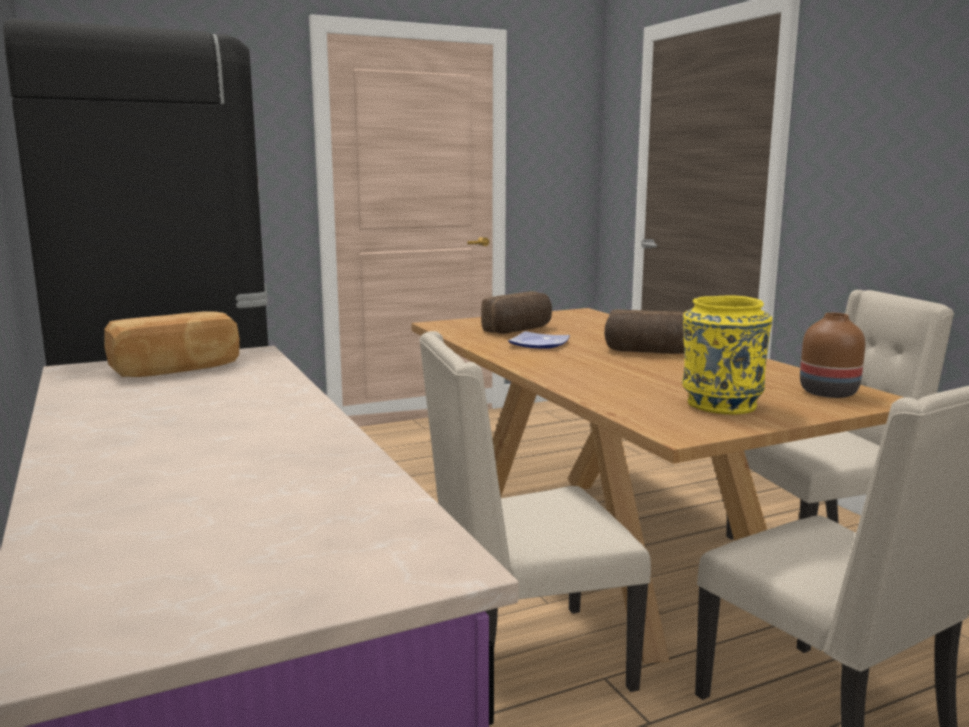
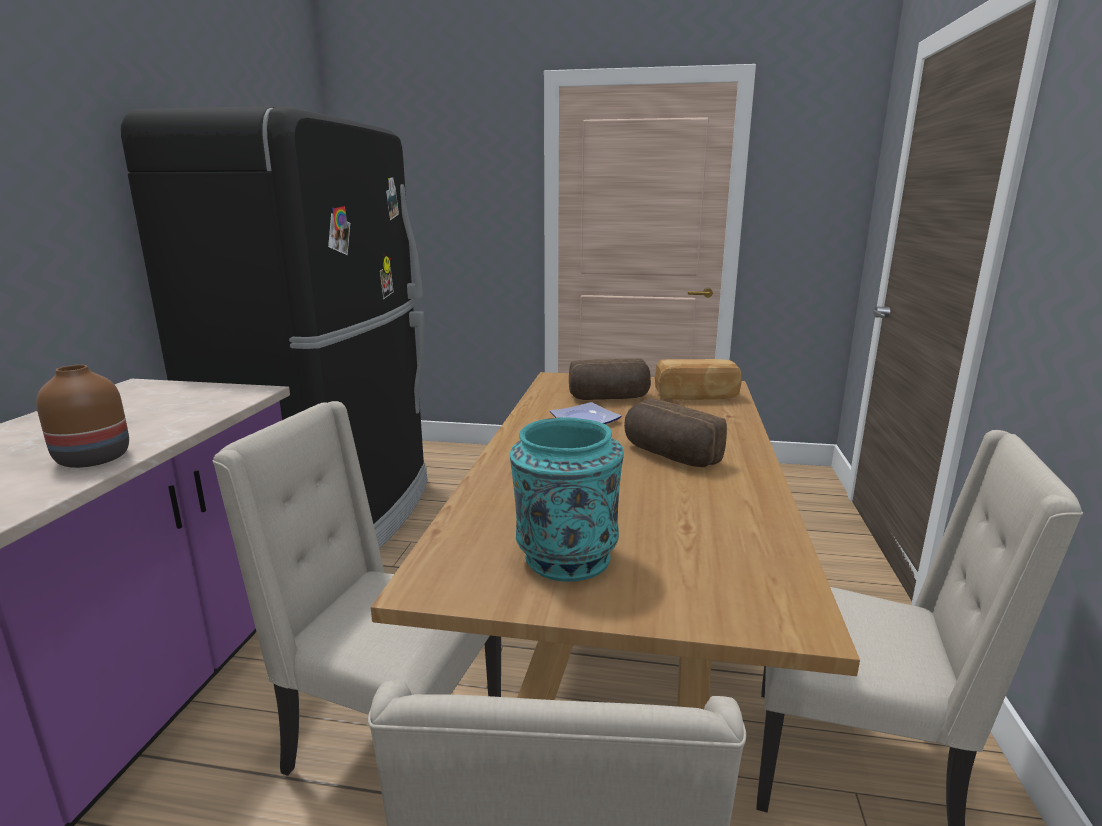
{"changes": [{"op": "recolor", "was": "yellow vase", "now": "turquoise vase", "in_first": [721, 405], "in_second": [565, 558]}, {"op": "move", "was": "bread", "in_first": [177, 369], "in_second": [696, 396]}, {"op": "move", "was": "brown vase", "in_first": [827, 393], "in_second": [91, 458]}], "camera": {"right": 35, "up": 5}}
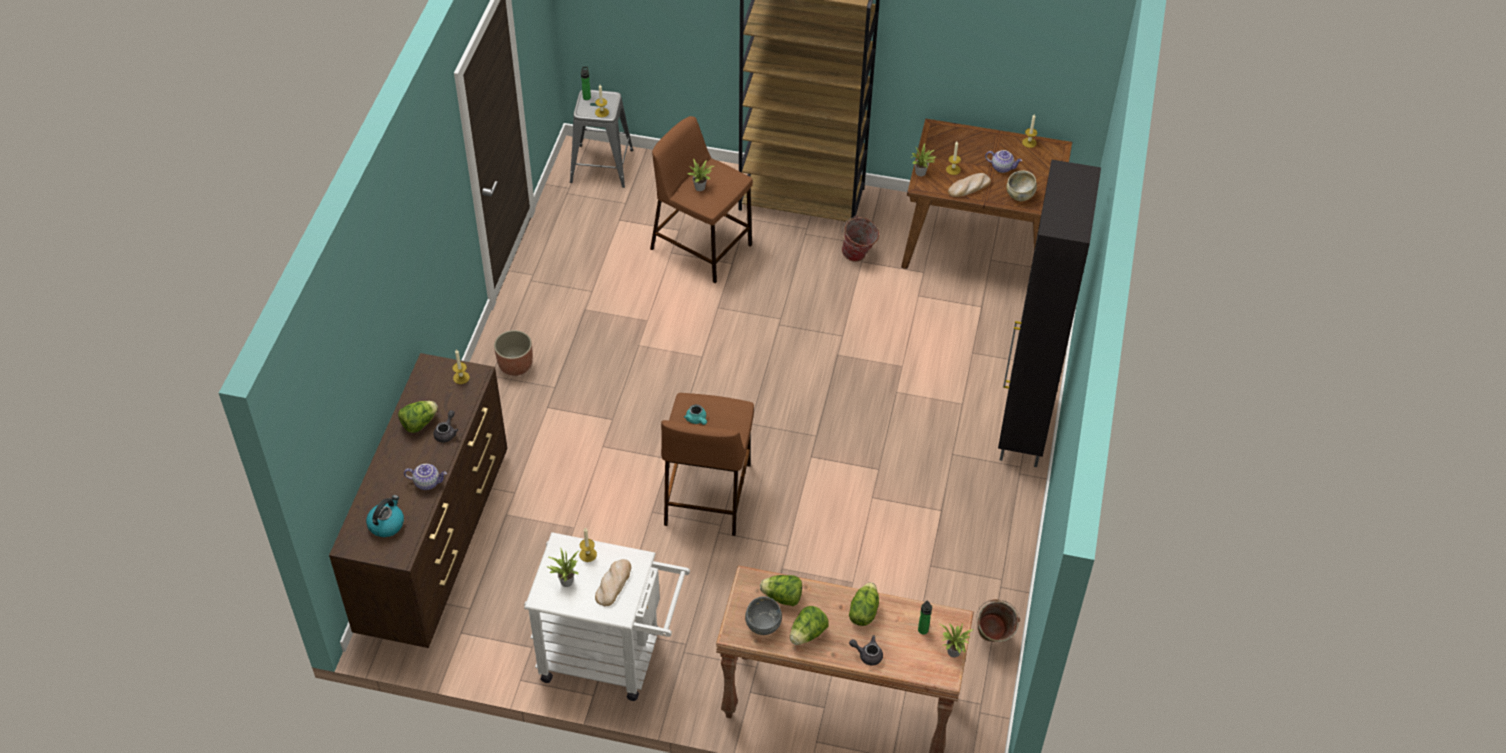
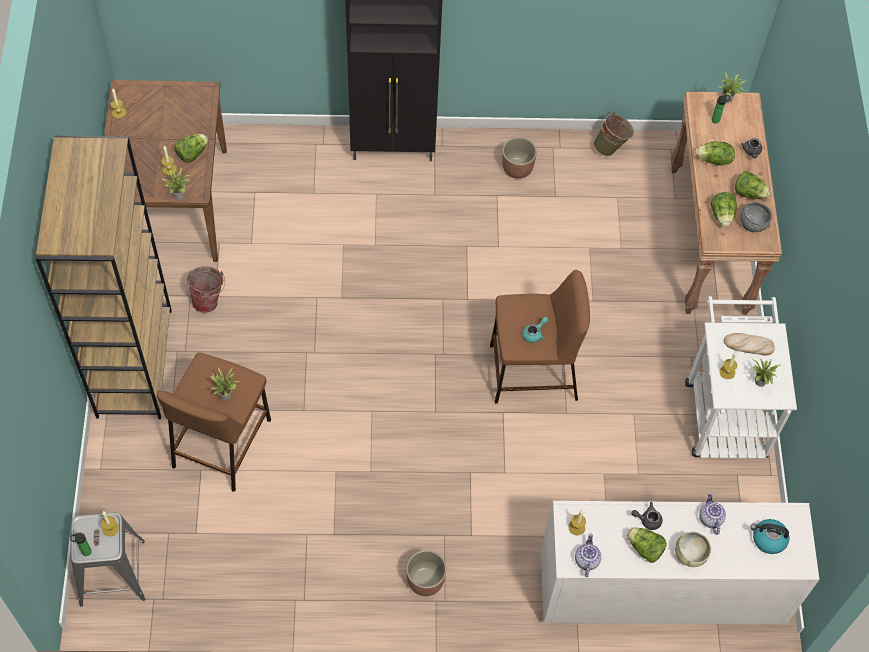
{"changes": [{"op": "move", "was": "teapot", "in_first": [1002, 167], "in_second": [586, 560]}, {"op": "move", "was": "beige bowl", "in_first": [1020, 195], "in_second": [689, 554]}, {"op": "replace", "was": "bread", "now": "lettuce", "in_first": [969, 187], "in_second": [192, 153]}, {"op": "recolor", "was": "brown dresser", "now": "white dresser", "in_first": [435, 542], "in_second": [659, 590]}, {"op": "insert", "now": "planter", "in_second": [517, 168]}], "camera": {"right": -105, "up": 10}}
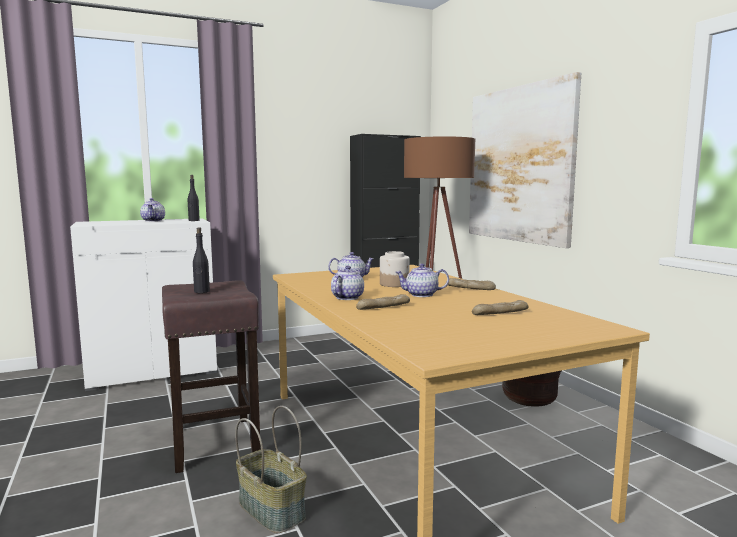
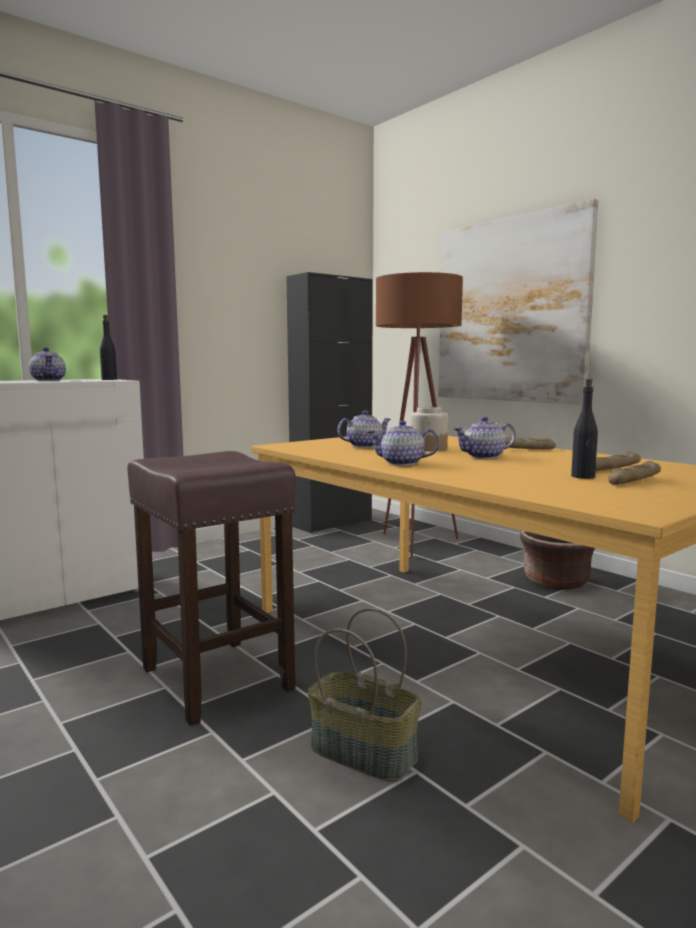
{"changes": [{"op": "move", "was": "black bottle", "in_first": [201, 291], "in_second": [583, 476]}, {"op": "rotate", "was": "teapot", "in_first": [347, 297], "in_second": [401, 463], "clockwise": -90}, {"op": "move", "was": "bread", "in_first": [383, 307], "in_second": [634, 481]}], "camera": {"right": -15, "up": 0}}
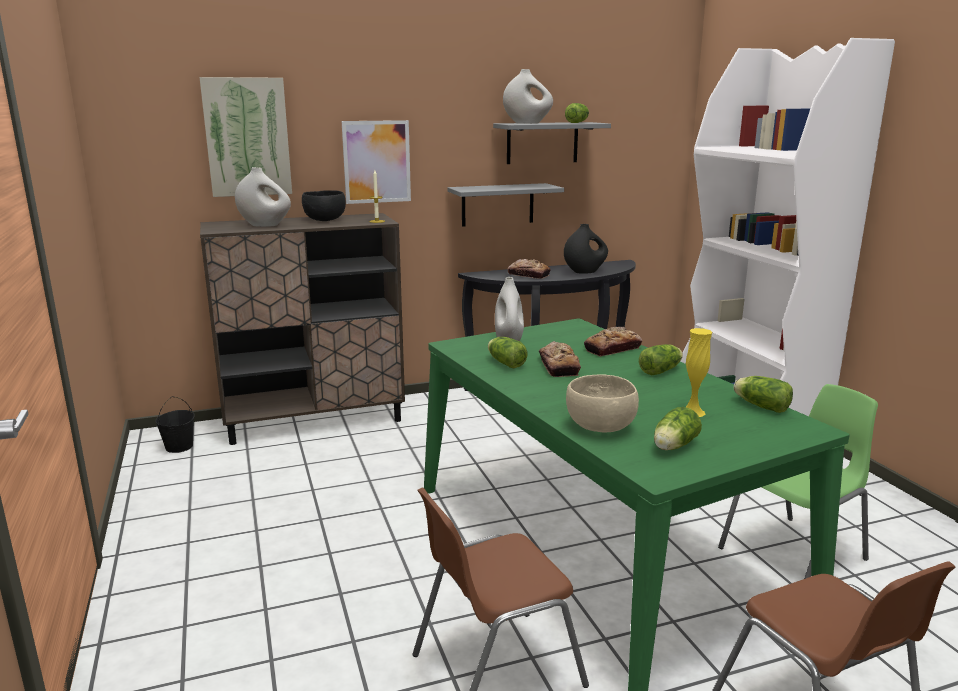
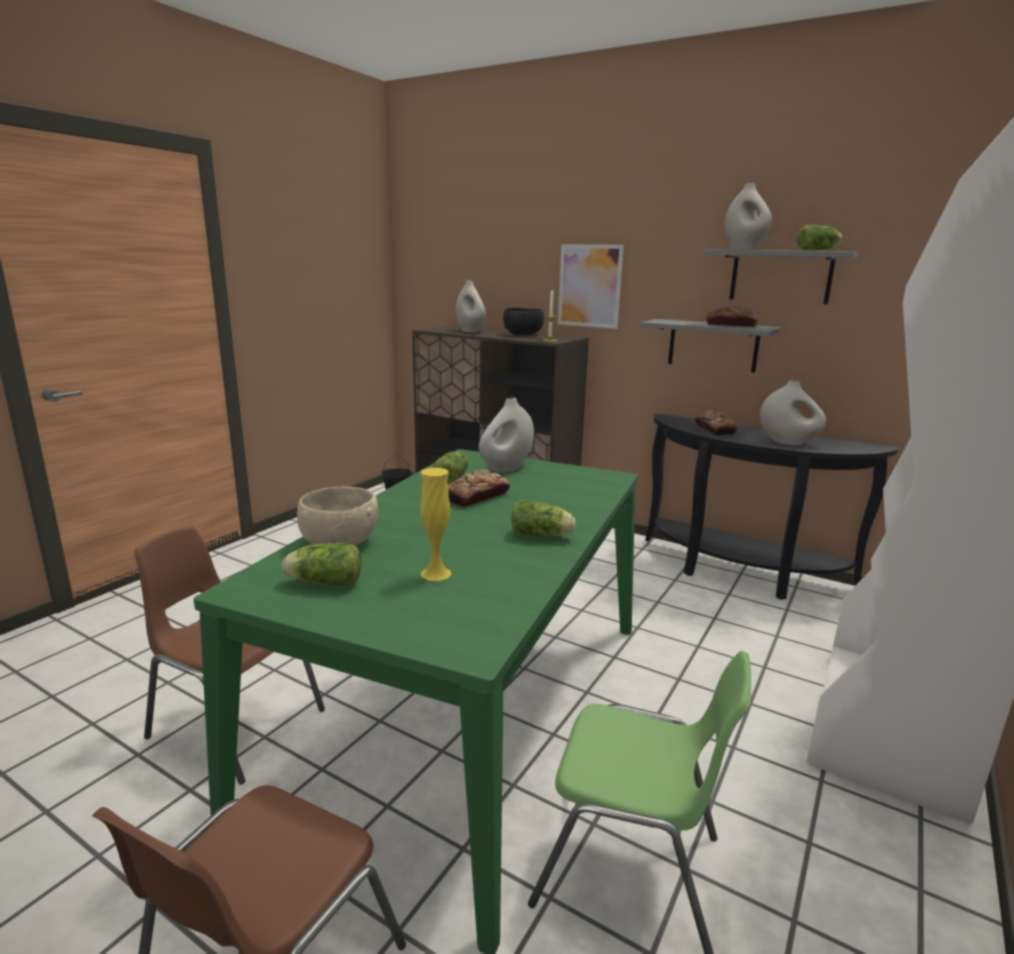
{"changes": [{"op": "delete", "was": "picture", "in_first": [247, 137]}, {"op": "recolor", "was": "black vase", "now": "white vase", "in_first": [585, 272], "in_second": [788, 442]}, {"op": "move", "was": "bread", "in_first": [612, 349], "in_second": [731, 325]}, {"op": "delete", "was": "lettuce", "in_first": [760, 406]}], "camera": {"right": 50, "up": 0}}
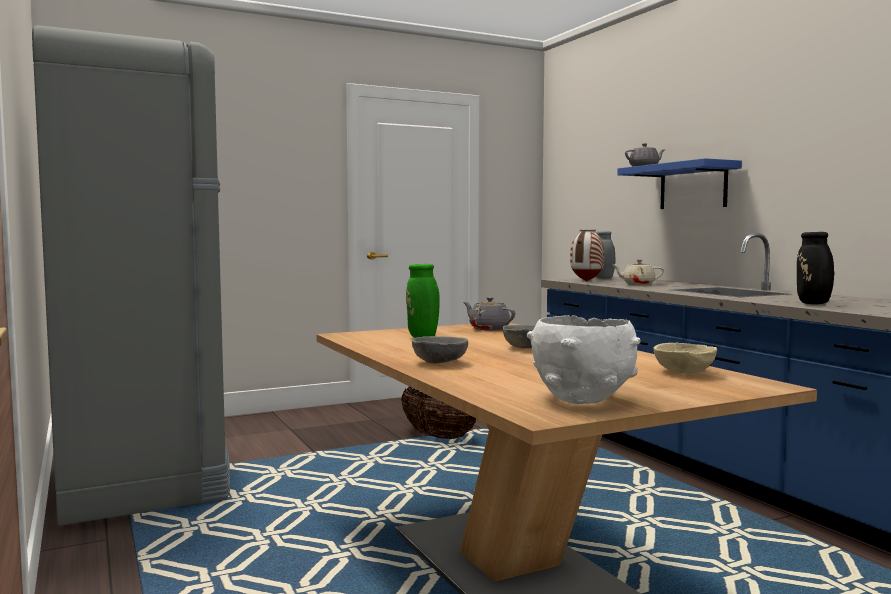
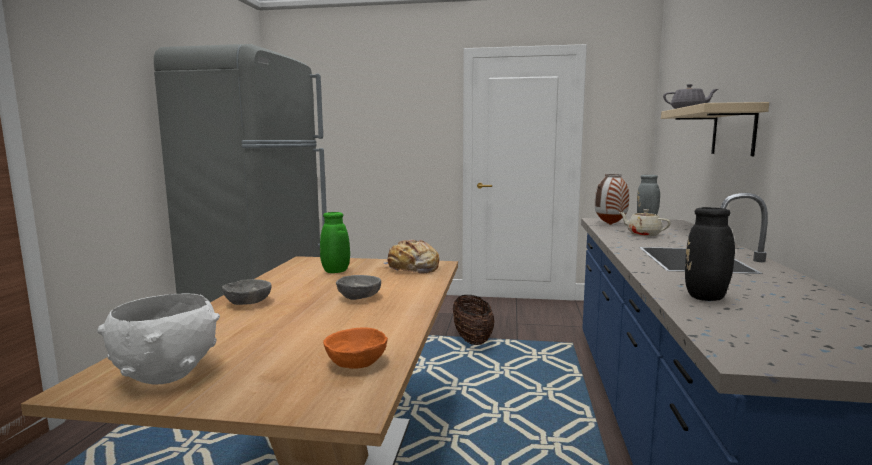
{"changes": [{"op": "recolor", "was": "blue shelf", "now": "beige shelf", "in_first": [693, 186], "in_second": [733, 131]}, {"op": "replace", "was": "grey teapot", "now": "bread", "in_first": [488, 329], "in_second": [412, 268]}, {"op": "recolor", "was": "beige bowl", "now": "orange bowl", "in_first": [684, 372], "in_second": [356, 363]}], "camera": {"right": 35, "up": 5}}
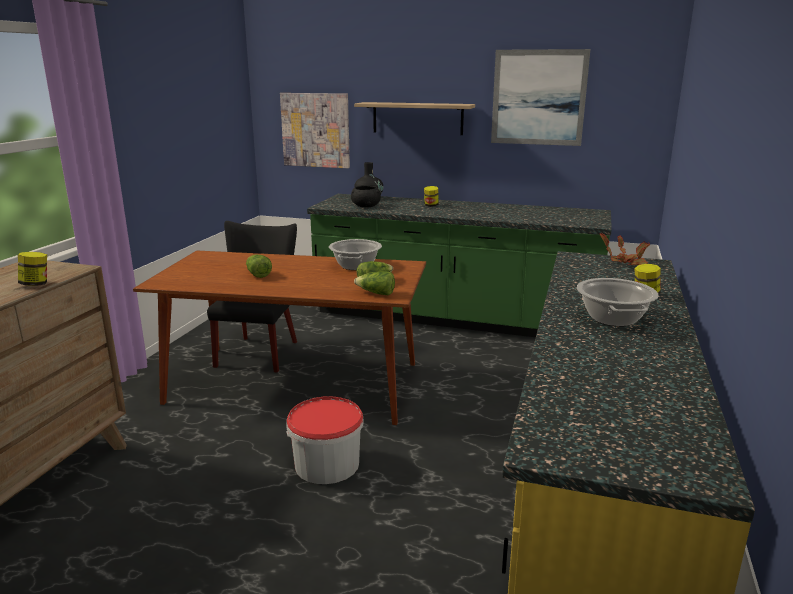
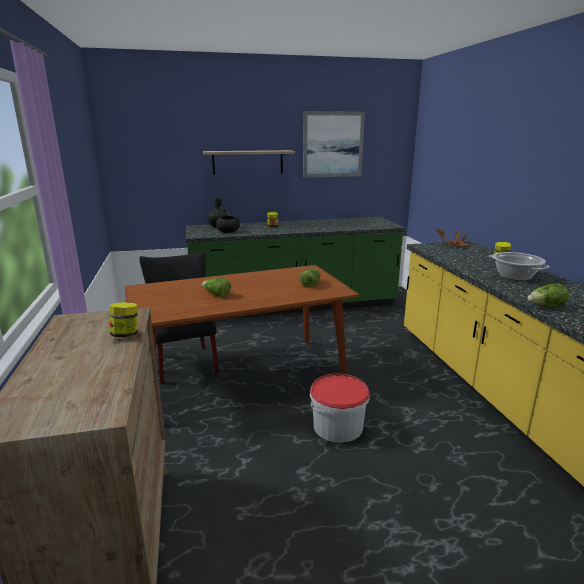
{"changes": [{"op": "delete", "was": "picture", "in_first": [315, 130]}, {"op": "delete", "was": "cooking pot", "in_first": [355, 266]}, {"op": "move", "was": "lettuce", "in_first": [376, 293], "in_second": [546, 306]}], "camera": {"right": -30, "up": 0}}
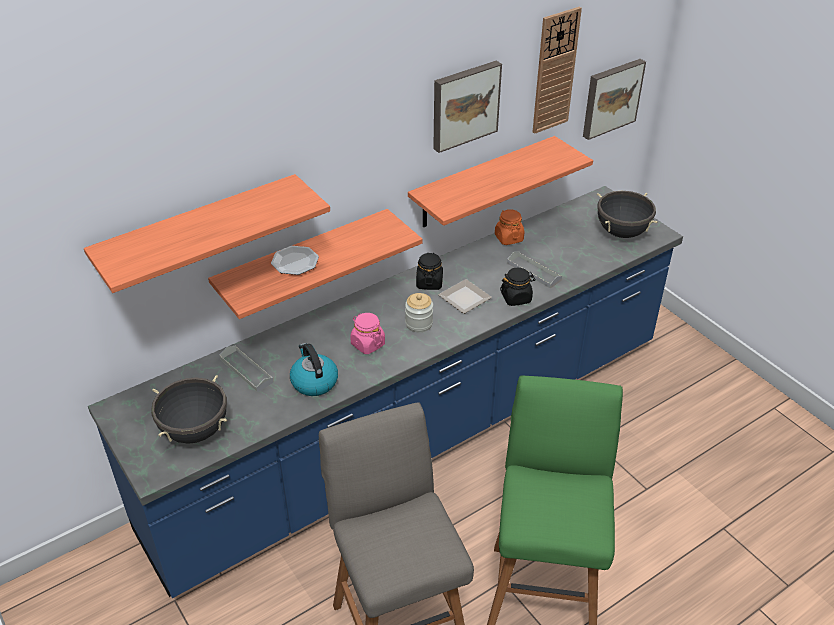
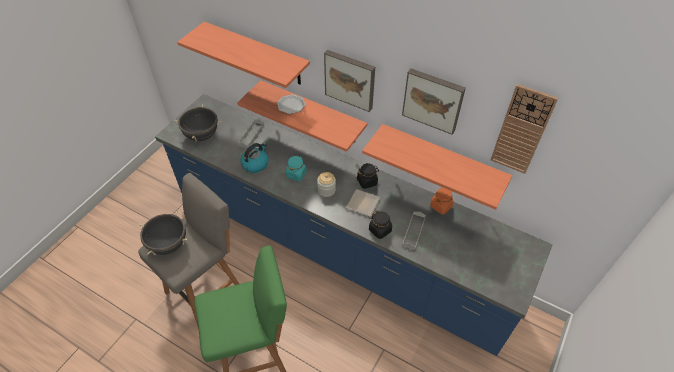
{"changes": [{"op": "move", "was": "picture", "in_first": [611, 97], "in_second": [350, 79]}, {"op": "move", "was": "black cooking pot", "in_first": [622, 232], "in_second": [168, 244]}, {"op": "recolor", "was": "pink jar", "now": "turquoise jar", "in_first": [367, 344], "in_second": [296, 174]}], "camera": {"right": 65, "up": 10}}
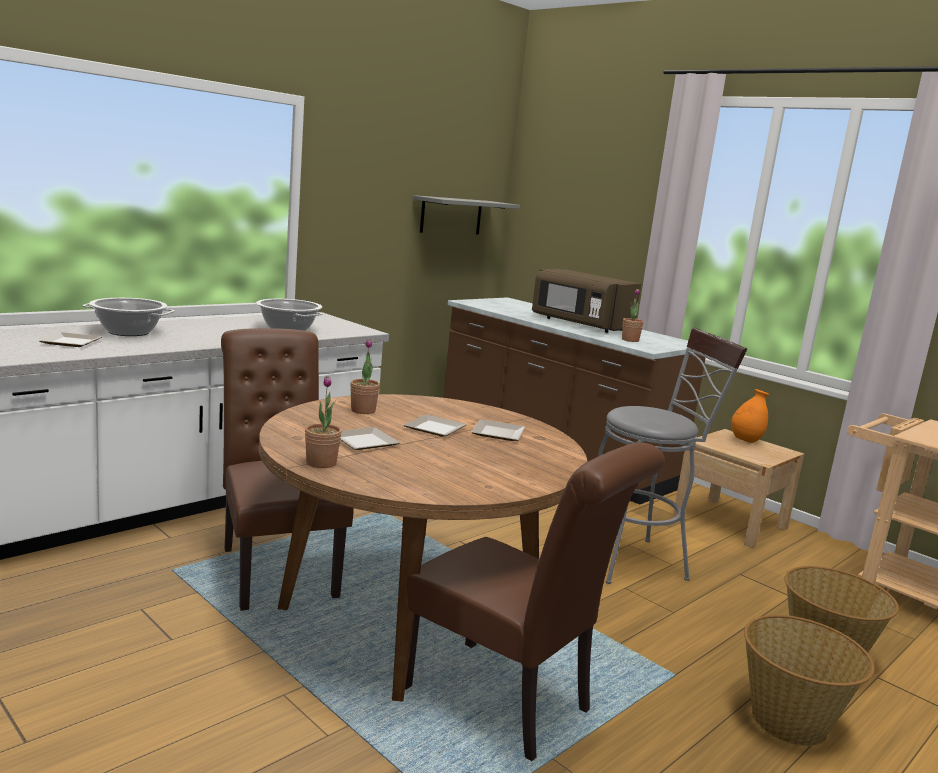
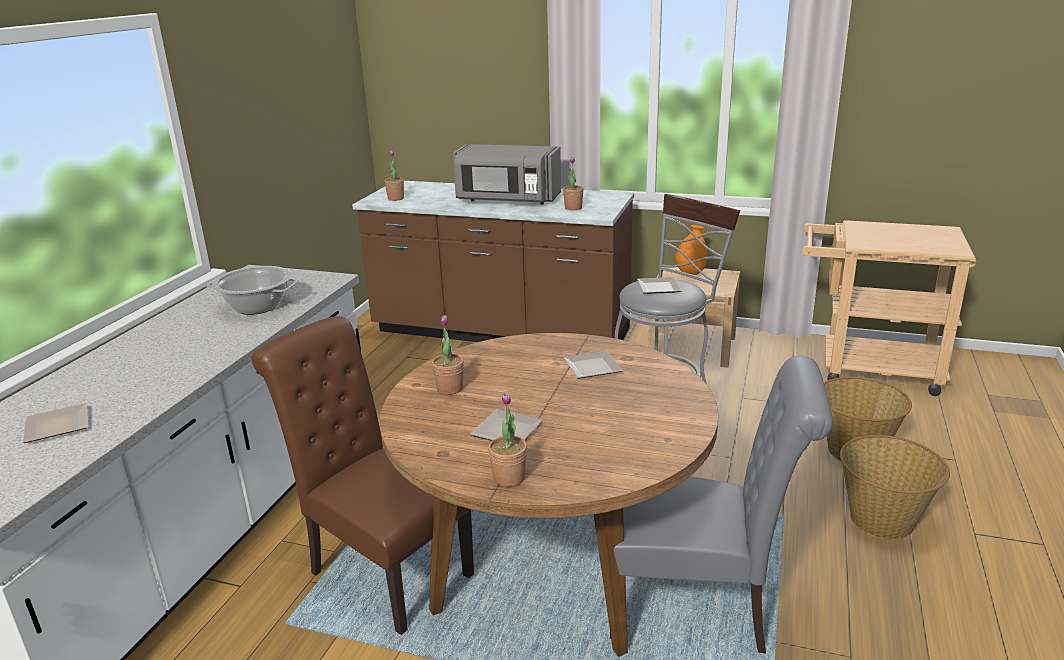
{"changes": [{"op": "delete", "was": "grey shelf", "in_first": [451, 215]}, {"op": "recolor", "was": "brown microwave", "now": "grey microwave", "in_first": [579, 324], "in_second": [507, 200]}, {"op": "delete", "was": "cooking pot", "in_first": [129, 332]}, {"op": "move", "was": "plate", "in_first": [434, 428], "in_second": [657, 287]}, {"op": "recolor", "was": "brown chair", "now": "grey chair", "in_first": [506, 704], "in_second": [700, 610]}, {"op": "insert", "now": "potted plant", "in_second": [396, 198]}], "camera": {"right": -25, "up": 10}}
